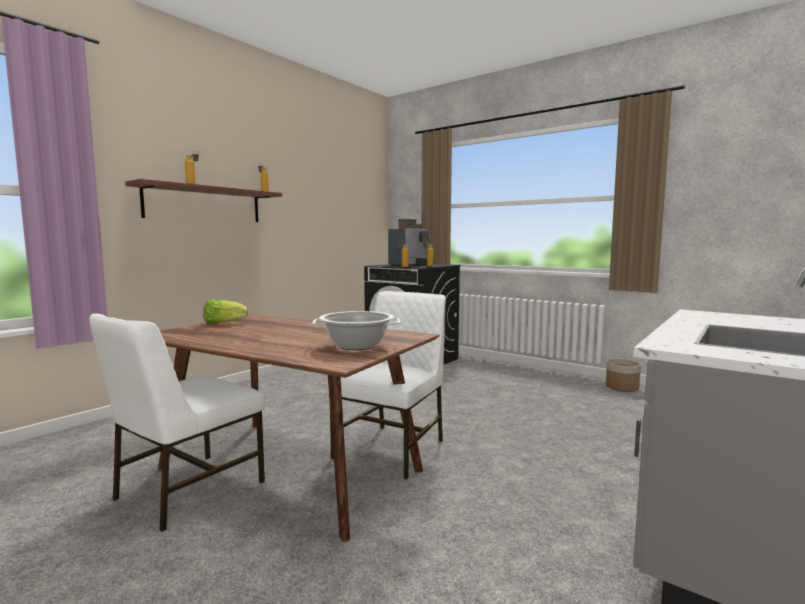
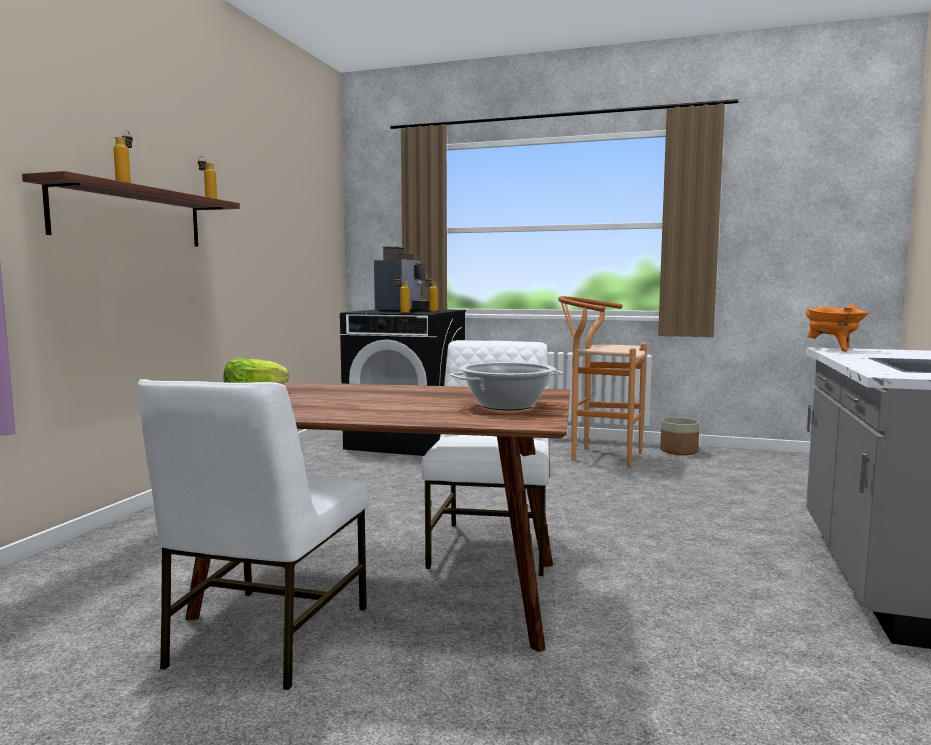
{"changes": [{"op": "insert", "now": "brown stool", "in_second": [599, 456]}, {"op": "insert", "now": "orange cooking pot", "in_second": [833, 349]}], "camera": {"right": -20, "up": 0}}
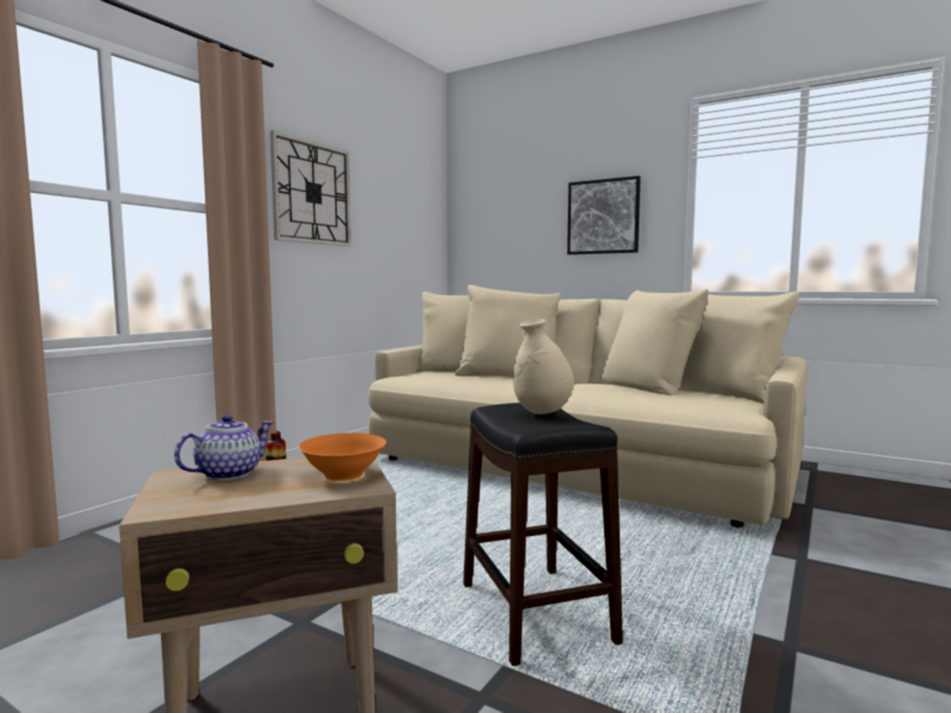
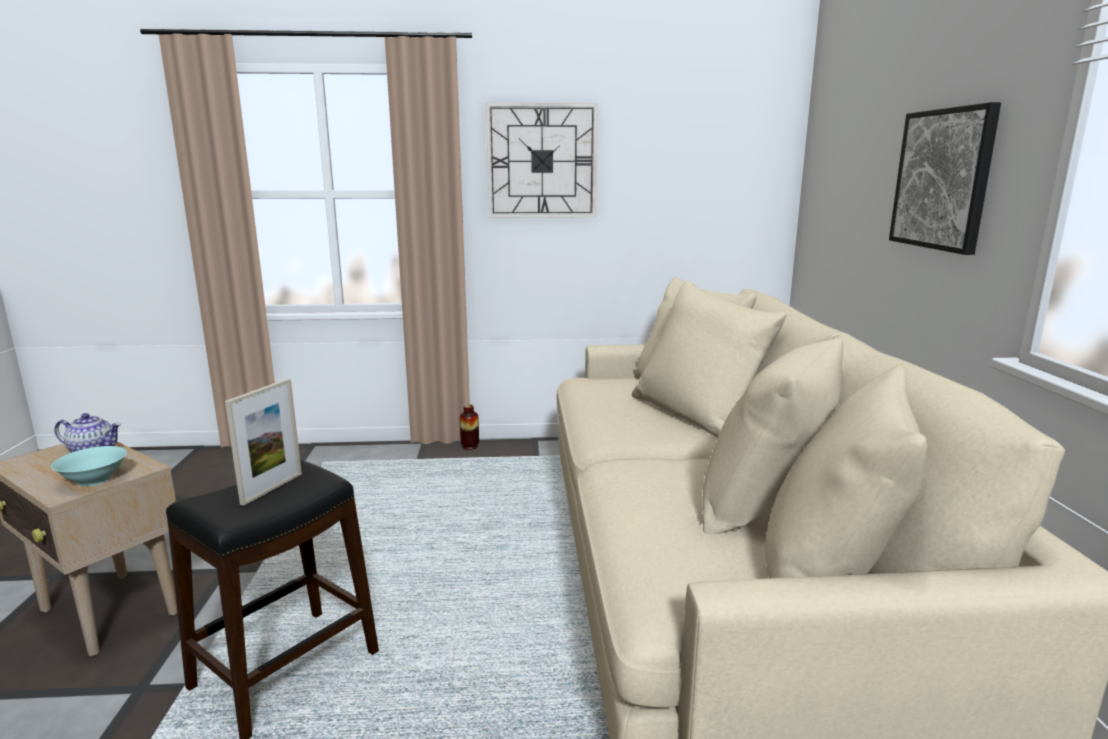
{"changes": [{"op": "replace", "was": "beige vase", "now": "picture frame", "in_first": [542, 412], "in_second": [272, 488]}, {"op": "recolor", "was": "orange bowl", "now": "turquoise bowl", "in_first": [343, 474], "in_second": [95, 480]}], "camera": {"right": 55, "up": 10}}
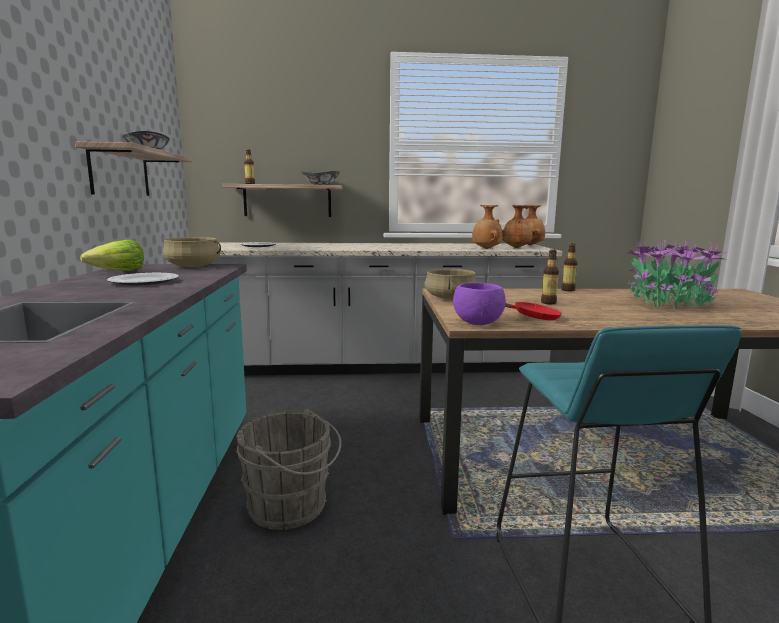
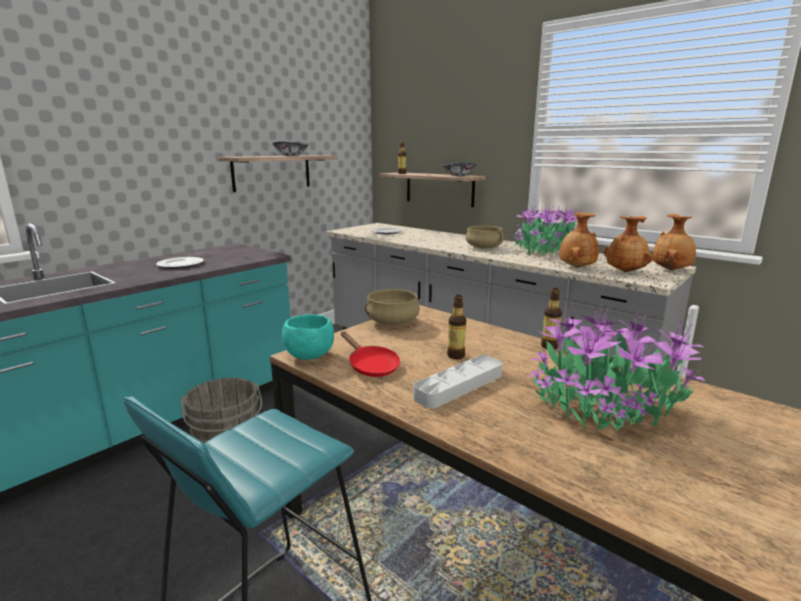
{"changes": [{"op": "move", "was": "beige cooking pot", "in_first": [193, 266], "in_second": [484, 247]}, {"op": "delete", "was": "lettuce", "in_first": [118, 271]}, {"op": "recolor", "was": "purple bowl", "now": "turquoise bowl", "in_first": [478, 323], "in_second": [309, 356]}, {"op": "insert", "now": "potted plant", "in_second": [543, 252]}, {"op": "insert", "now": "grey tray", "in_second": [459, 386]}], "camera": {"right": 45, "up": 5}}
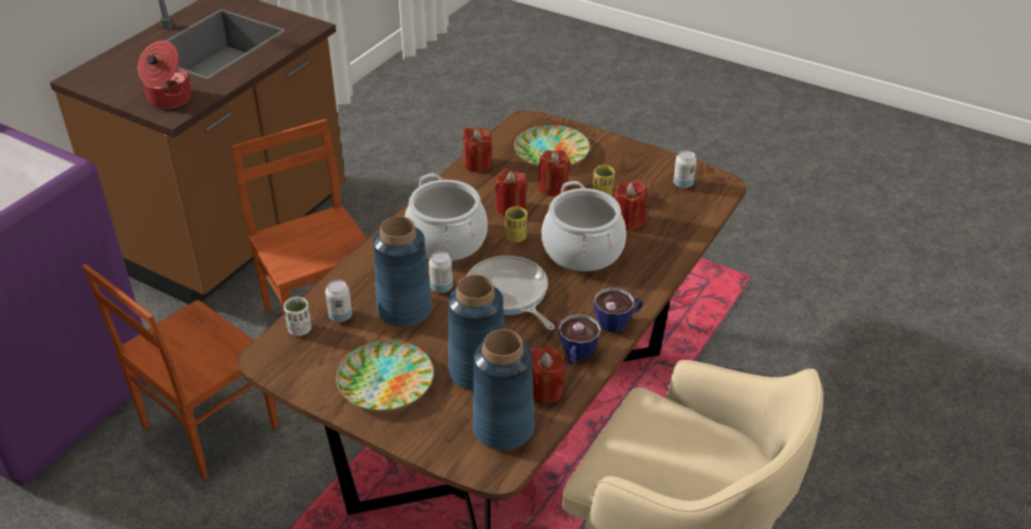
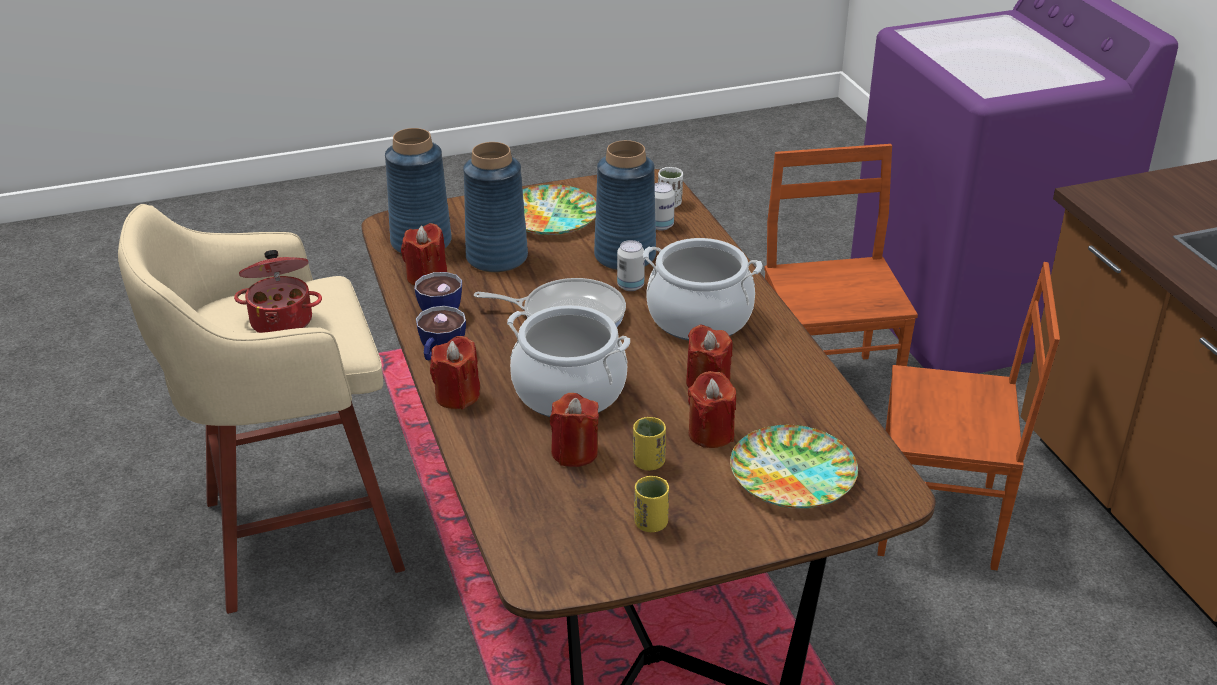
{"changes": [{"op": "move", "was": "cooking pot", "in_first": [168, 99], "in_second": [282, 320]}, {"op": "move", "was": "red candle", "in_first": [477, 164], "in_second": [457, 396]}, {"op": "delete", "was": "can", "in_first": [683, 184]}, {"op": "move", "was": "yellow cup", "in_first": [516, 237], "in_second": [651, 523]}], "camera": {"right": 130, "up": -5}}
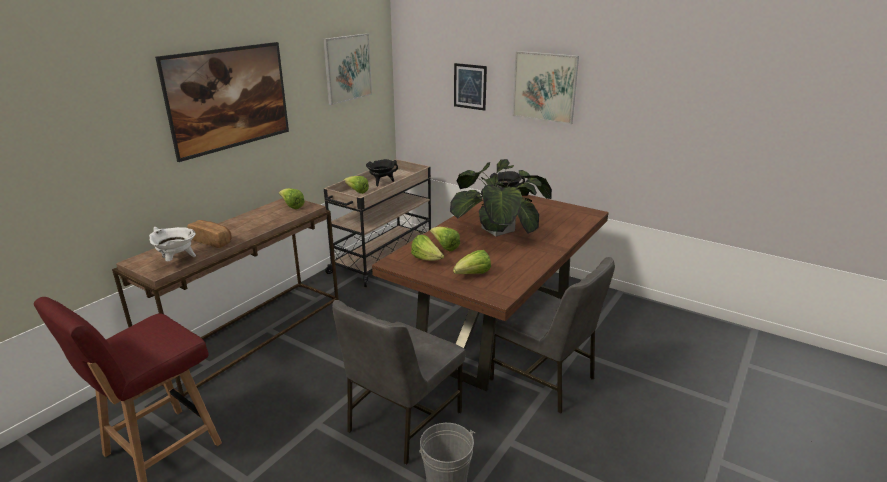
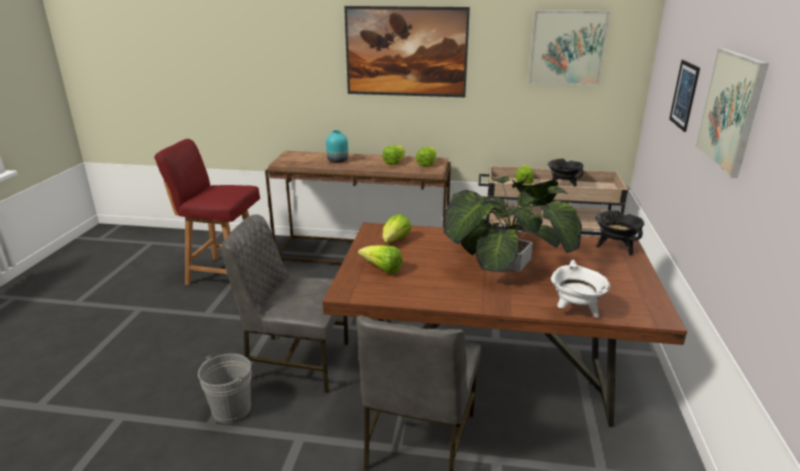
{"changes": [{"op": "replace", "was": "bread", "now": "turquoise vase", "in_first": [212, 241], "in_second": [337, 161]}, {"op": "move", "was": "white cooking pot", "in_first": [177, 260], "in_second": [575, 311]}, {"op": "move", "was": "lettuce", "in_first": [445, 247], "in_second": [394, 162]}], "camera": {"right": 65, "up": 0}}
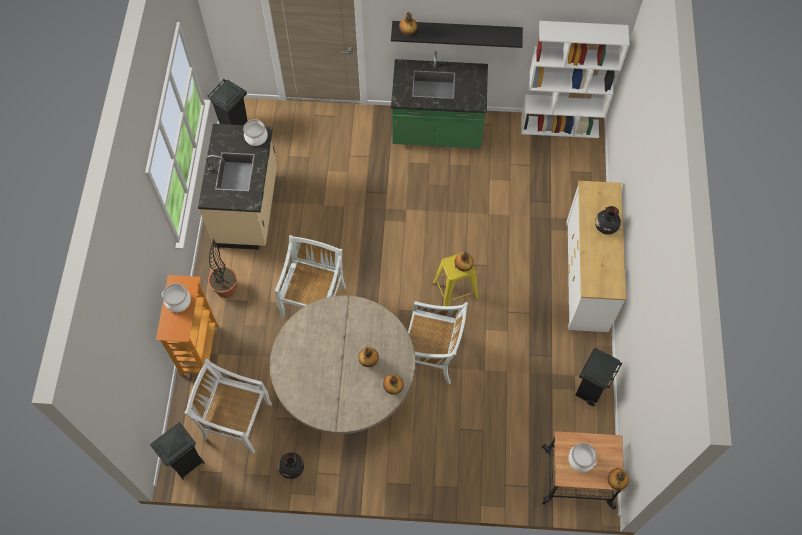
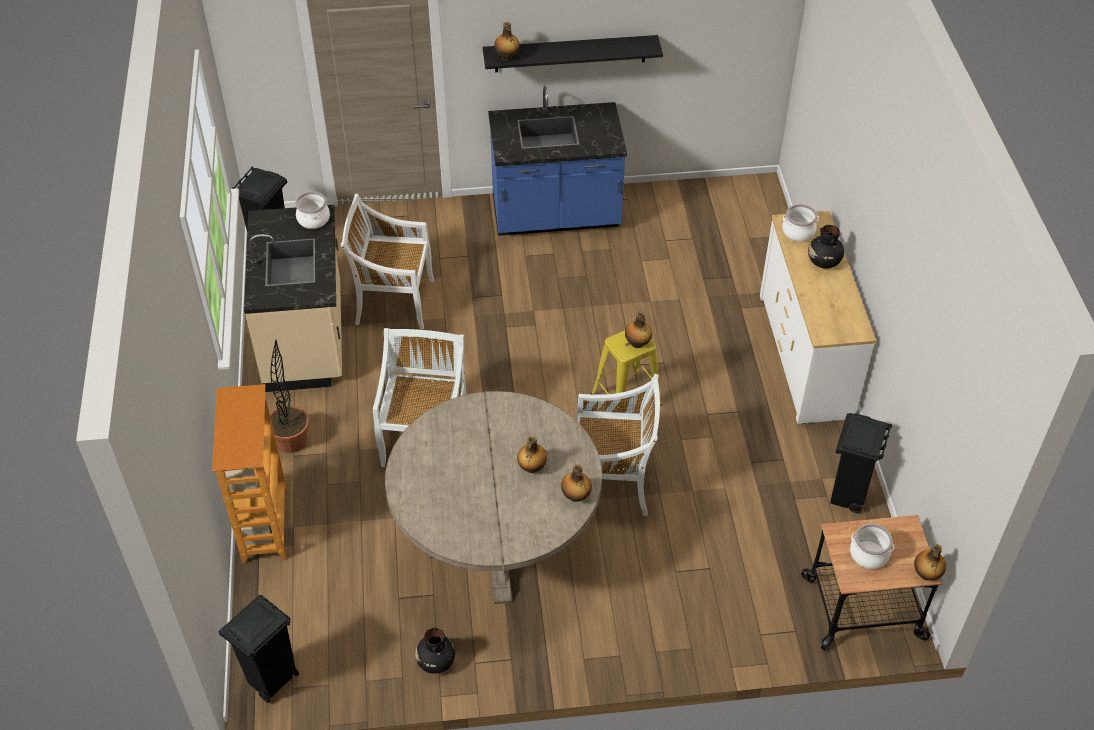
{"changes": [{"op": "delete", "was": "white bookcase", "in_first": [560, 126]}, {"op": "recolor", "was": "green counter", "now": "blue counter", "in_first": [437, 131], "in_second": [556, 215]}, {"op": "move", "was": "cooking pot", "in_first": [178, 301], "in_second": [798, 232]}, {"op": "move", "was": "white chair", "in_first": [236, 420], "in_second": [393, 301]}], "camera": {"right": -10, "up": -15}}
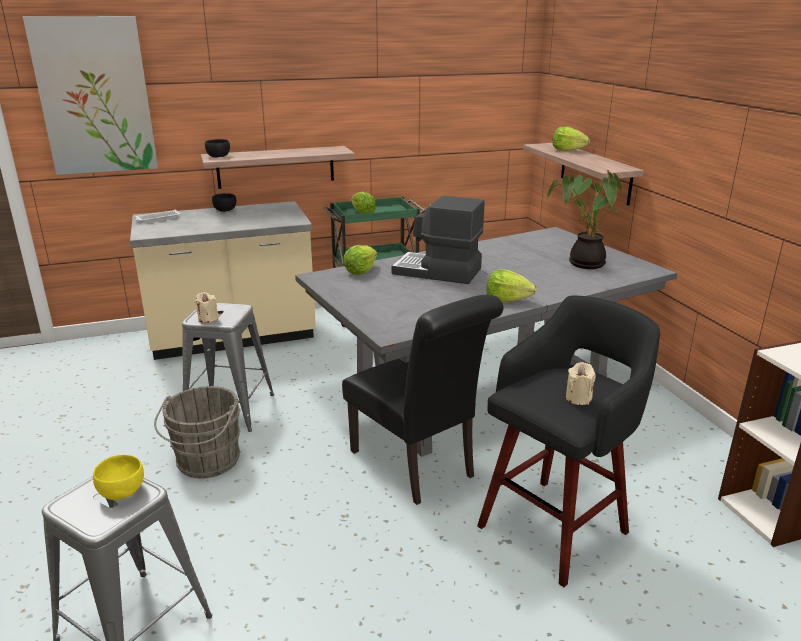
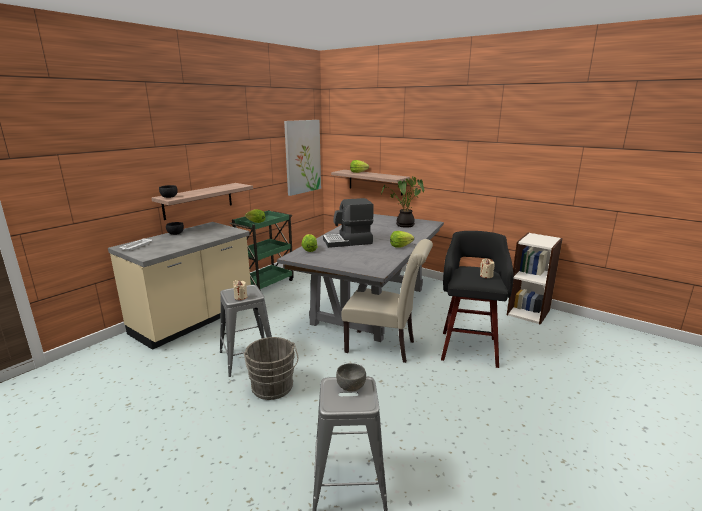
{"changes": [{"op": "move", "was": "picture", "in_first": [95, 96], "in_second": [302, 157]}, {"op": "recolor", "was": "black chair", "now": "beige chair", "in_first": [417, 467], "in_second": [385, 347]}, {"op": "recolor", "was": "yellow bowl", "now": "grey bowl", "in_first": [122, 491], "in_second": [350, 386]}], "camera": {"right": -35, "up": -5}}
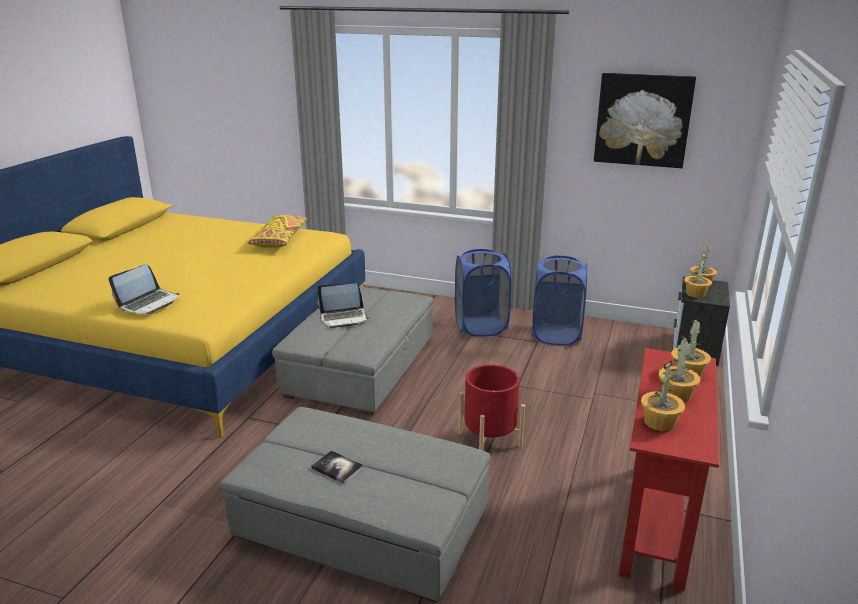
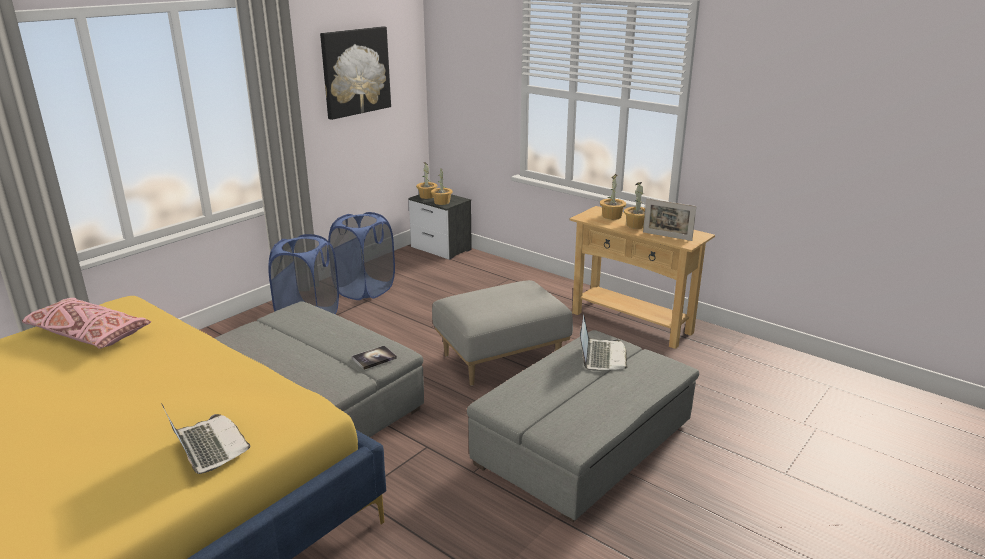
{"changes": [{"op": "recolor", "was": "yellow pillow", "now": "pink pillow", "in_first": [280, 240], "in_second": [88, 334]}, {"op": "move", "was": "laptop", "in_first": [344, 318], "in_second": [601, 356]}, {"op": "recolor", "was": "red console table", "now": "beige console table", "in_first": [656, 523], "in_second": [631, 323]}, {"op": "replace", "was": "potted plant", "now": "picture frame", "in_first": [660, 422], "in_second": [667, 236]}, {"op": "replace", "was": "red planter", "now": "grey ottoman", "in_first": [490, 439], "in_second": [501, 358]}, {"op": "move", "was": "book", "in_first": [337, 468], "in_second": [374, 358]}], "camera": {"right": -70, "up": 0}}
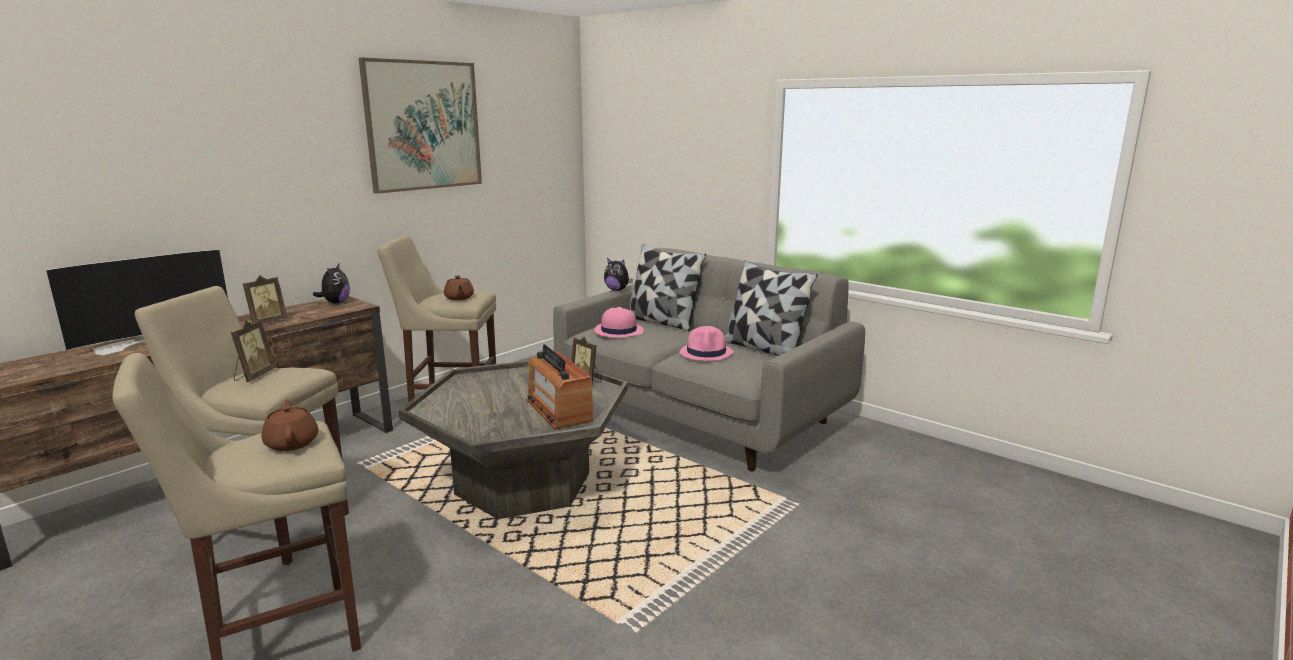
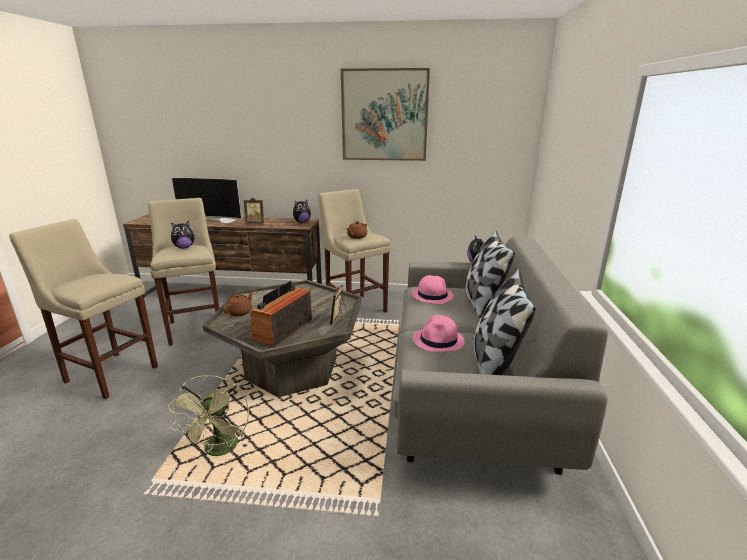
{"changes": [{"op": "replace", "was": "picture frame", "now": "plush toy", "in_first": [254, 376], "in_second": [184, 247]}, {"op": "move", "was": "brown teapot", "in_first": [292, 443], "in_second": [240, 312]}, {"op": "insert", "now": "green fan", "in_second": [220, 451]}], "camera": {"right": 55, "up": 5}}
